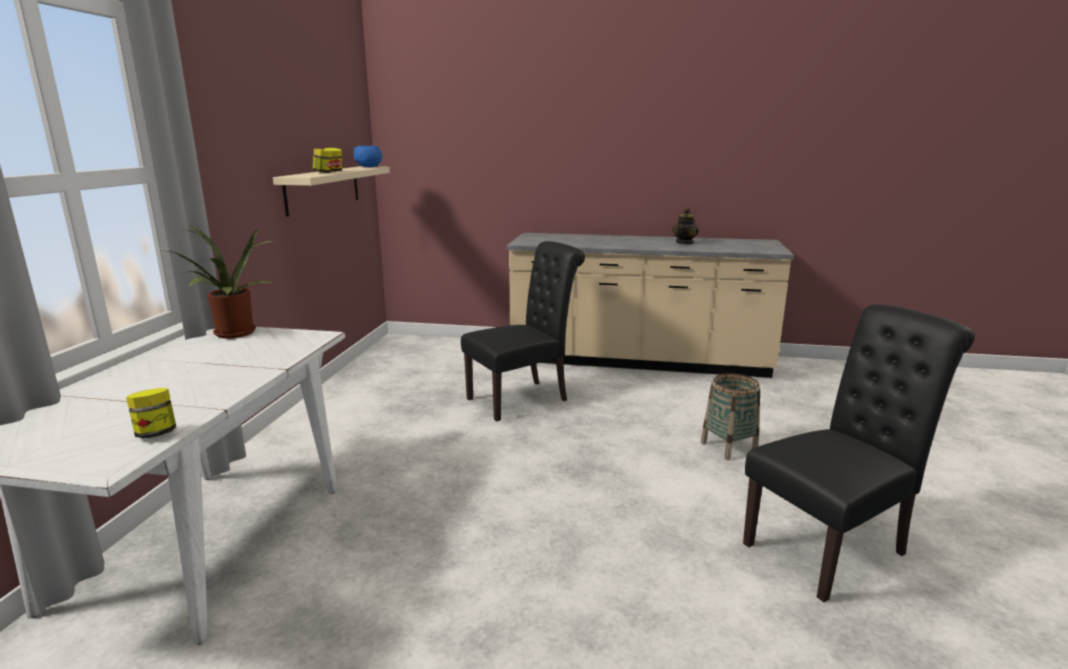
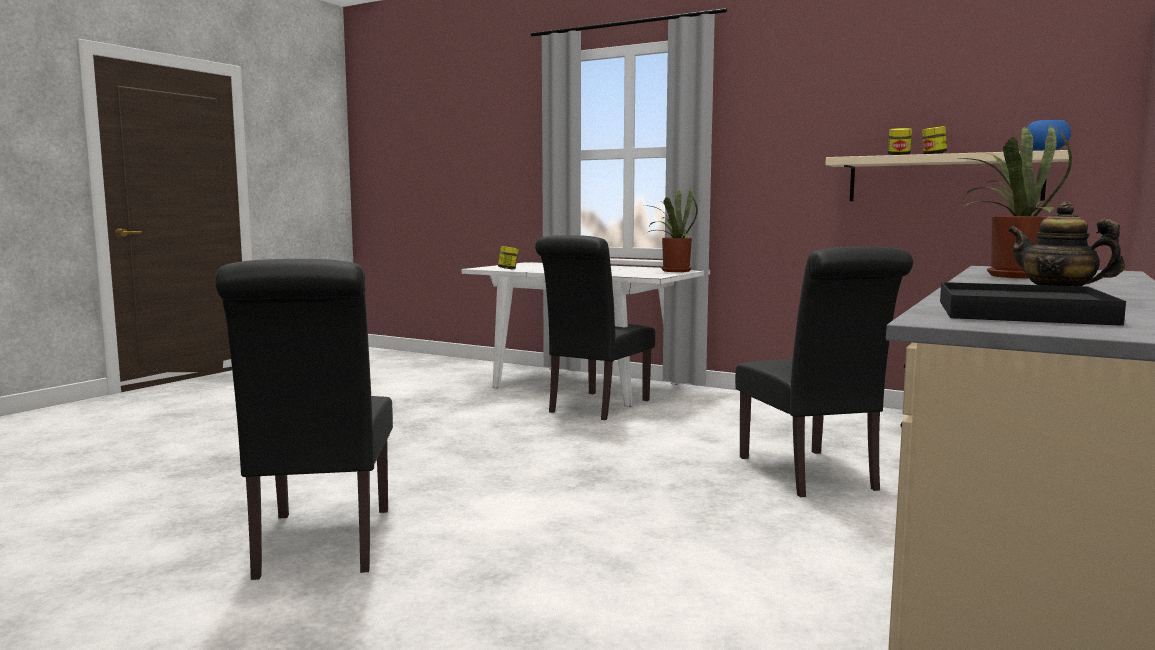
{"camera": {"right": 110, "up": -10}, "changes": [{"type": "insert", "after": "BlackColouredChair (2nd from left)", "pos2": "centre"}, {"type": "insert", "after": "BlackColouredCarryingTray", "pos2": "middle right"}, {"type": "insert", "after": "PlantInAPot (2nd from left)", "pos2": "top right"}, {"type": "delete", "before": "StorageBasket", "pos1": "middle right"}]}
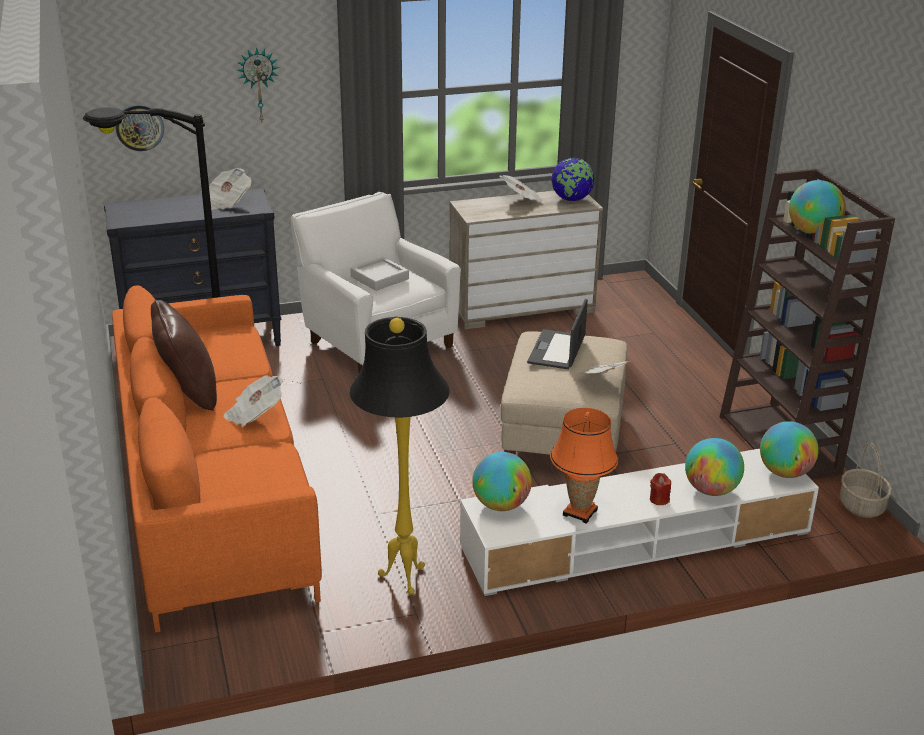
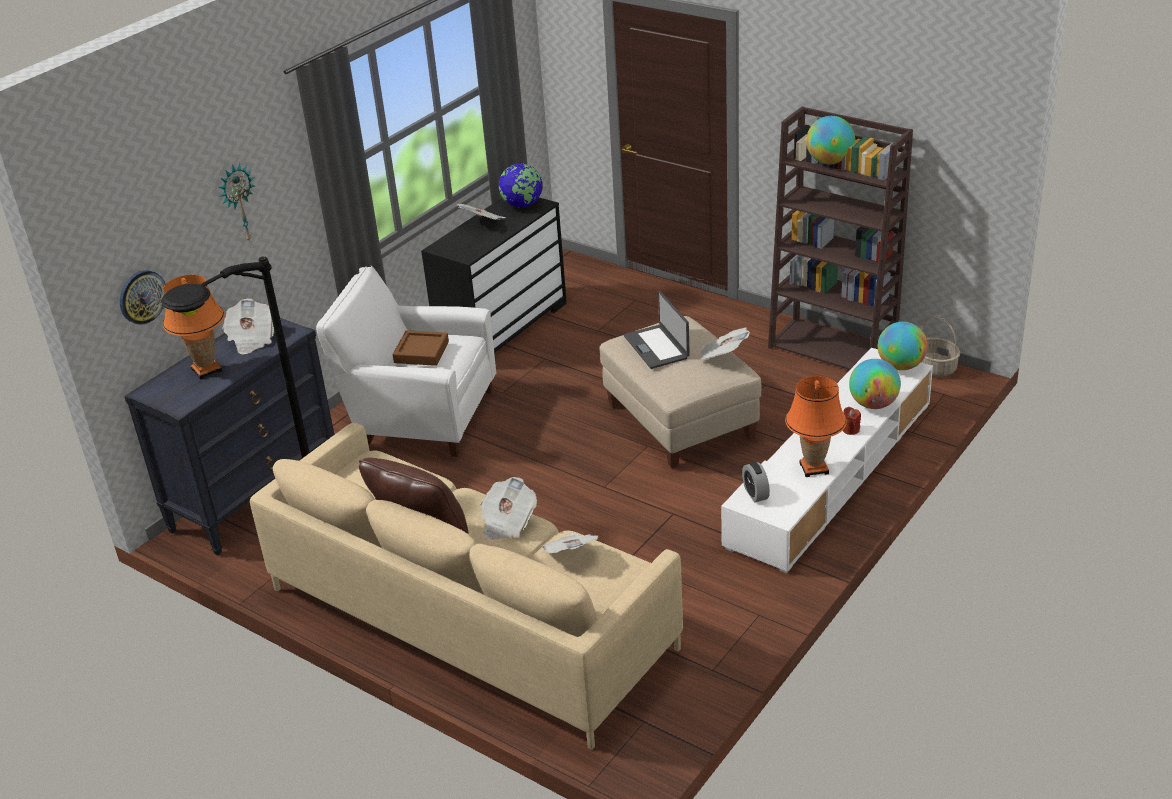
{"camera": {"right": -35, "up": 5}, "changes": [{"type": "insert", "after": "OrangeyLampForATable (1st from left)", "pos2": "middle left"}, {"type": "recolor", "before": "OrangeySettee", "after": "SandColouredSettee", "pos1": "middle left", "pos2": "bottom centre"}, {"type": "recolor", "before": "GreyishCarryingTray", "after": "BrownishCarryingTray", "pos1": "centre", "pos2": "centre"}, {"type": "recolor", "before": "SandColouredDresser", "after": "BlackColouredDresser (2nd from left)", "pos1": "centre", "pos2": "centre"}, {"type": "insert", "after": "PrintedPaper (4th from left)", "pos2": "bottom centre"}, {"type": "replace", "before": "DeskGlobe (1st from left)", "after": "AlarmClock", "pos1": "centre", "pos2": "centre"}, {"type": "delete", "before": "BlackColouredStandingLamp (2nd from left)", "pos1": "centre"}]}
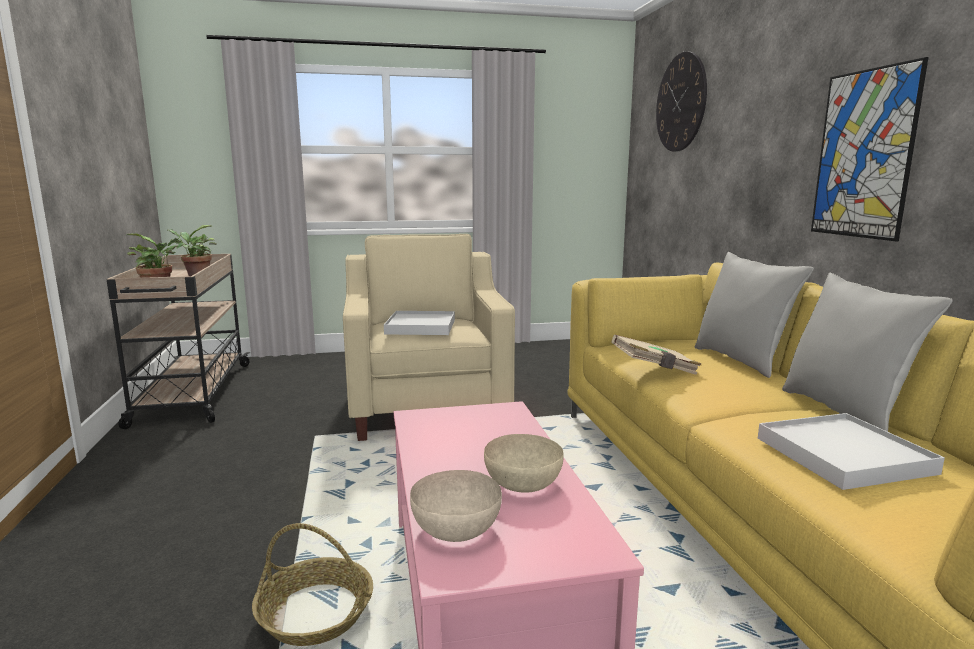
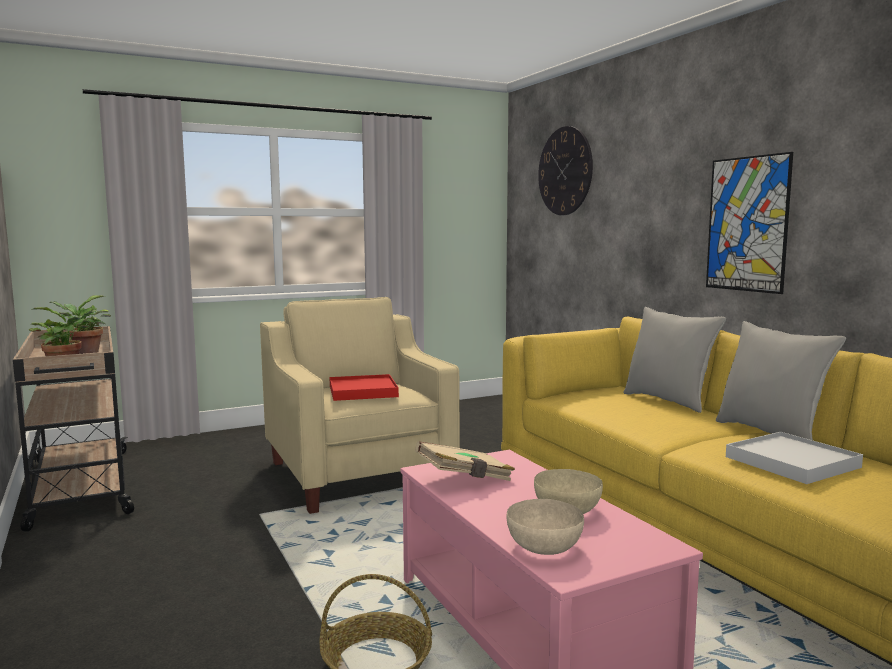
{"camera": {"right": -15, "up": -5}, "changes": [{"type": "recolor", "before": "WhitishCarryingTray (1st from left)", "after": "RedCarryingTray", "pos1": "centre", "pos2": "centre"}, {"type": "move", "before": "SandColouredBoundBook", "pos1": "middle right", "pos2": "bottom centre"}]}
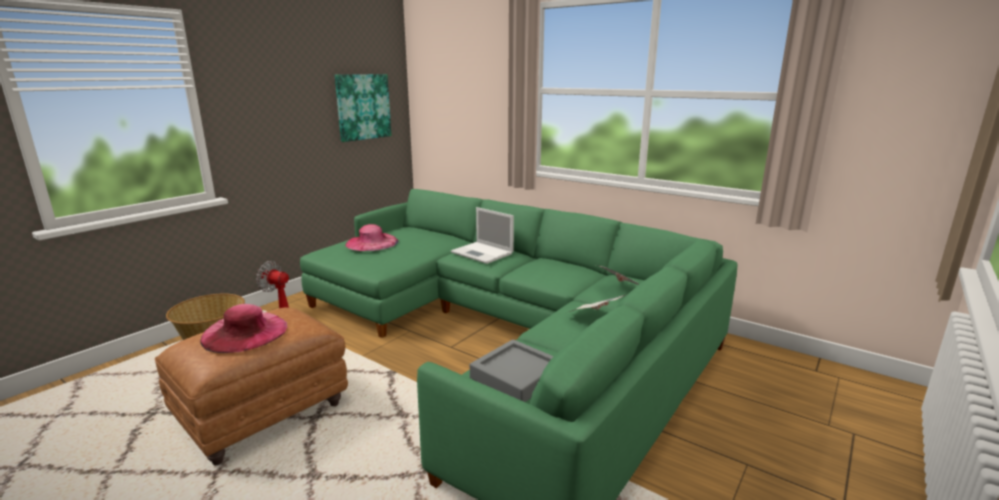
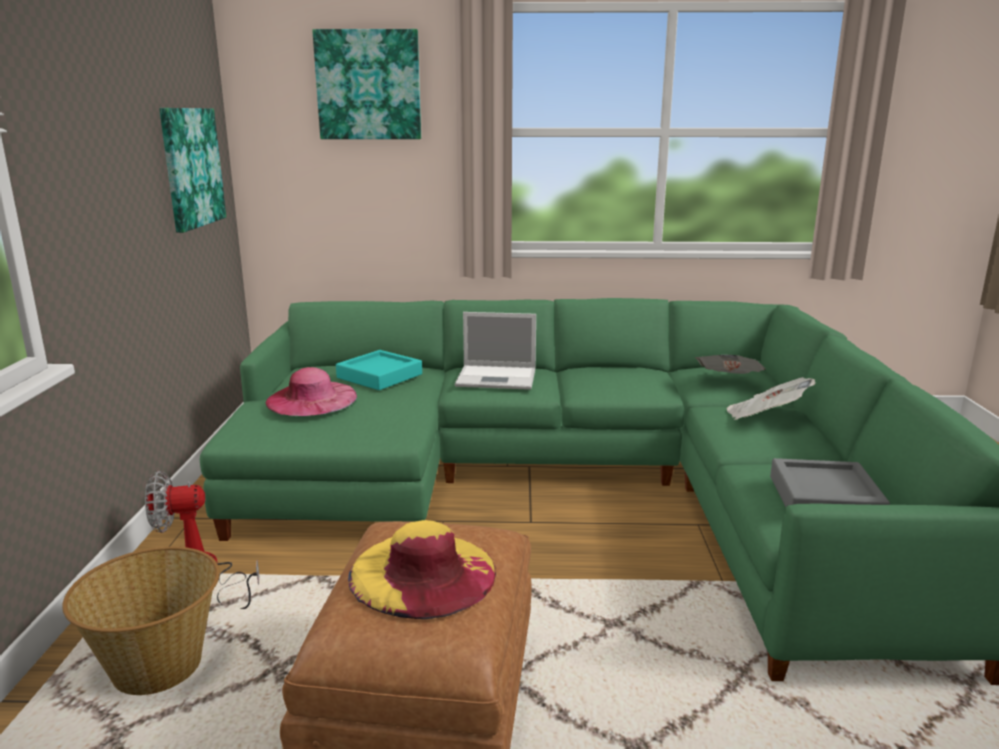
{"camera": {"right": -35, "up": 0}, "changes": [{"type": "insert", "after": "WallPicture (2nd from left)", "pos2": "top centre"}, {"type": "insert", "after": "TurquoiseCarryingTray", "pos2": "centre"}, {"type": "recolor", "before": "PinkWearableHat (1st from left)", "after": "YellowColouredWearableHat", "pos1": "middle left", "pos2": "bottom centre"}]}
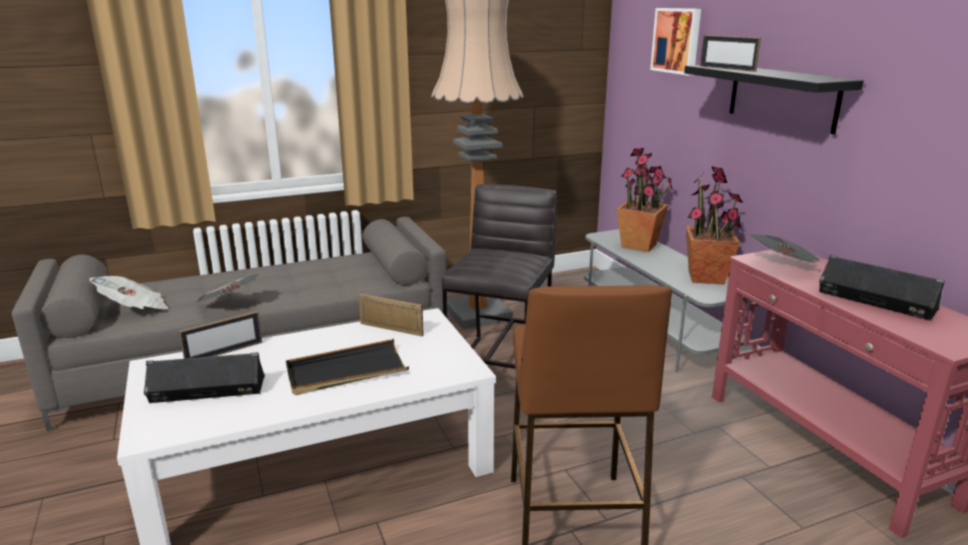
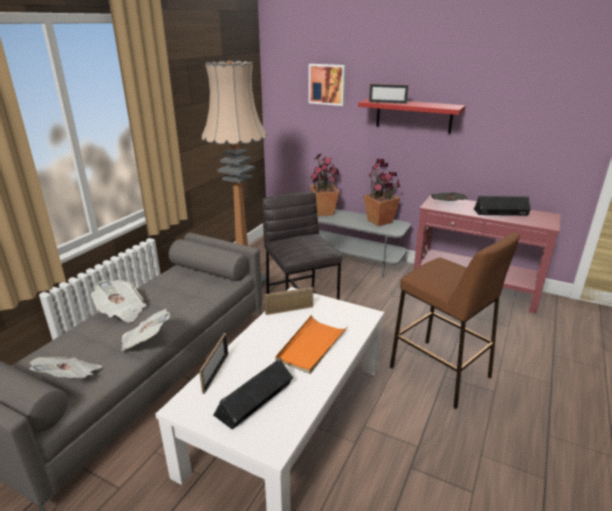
{"camera": {"right": -40, "up": 5}, "changes": [{"type": "insert", "after": "PrintedPaper (2nd from left)", "pos2": "middle left"}, {"type": "recolor", "before": "BlackColouredCarryingTray", "after": "OrangeyCarryingTray", "pos1": "bottom centre", "pos2": "bottom centre"}, {"type": "recolor", "before": "BlackColouredBracketShelf", "after": "RedBracketShelf", "pos1": "top right", "pos2": "top right"}]}
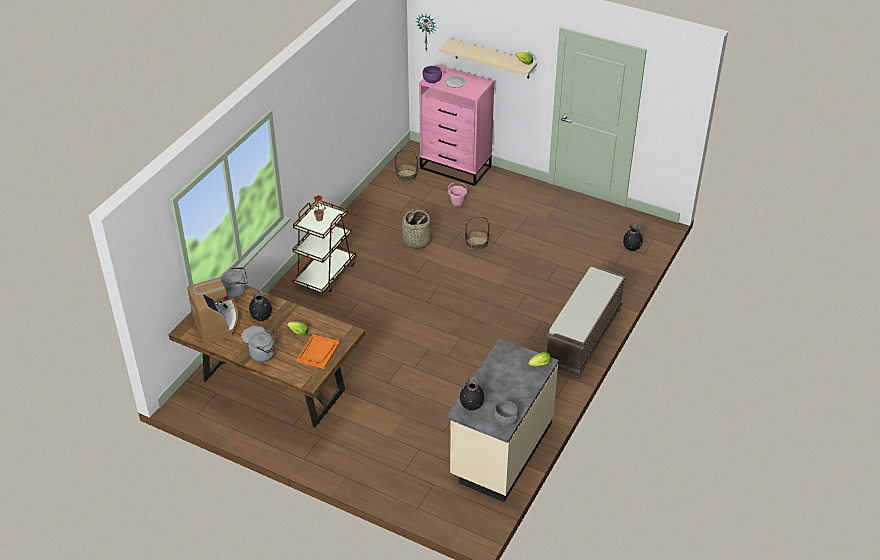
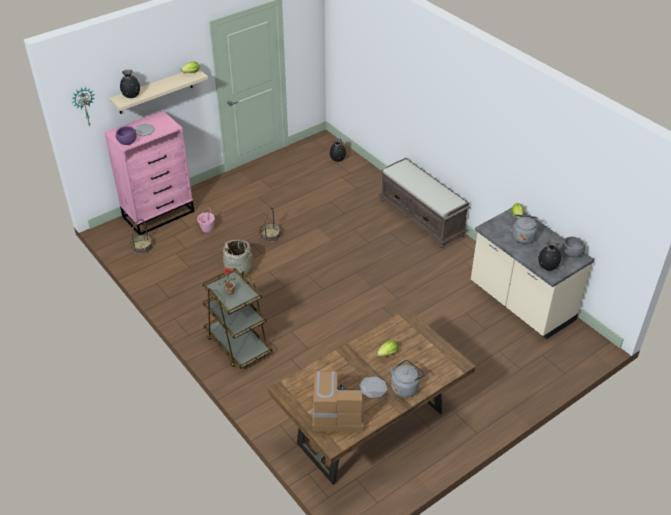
{"camera": {"right": -65, "up": 0}, "changes": [{"type": "move", "before": "BlackColouredDecorativeVase (1st from left)", "pos1": "middle left", "pos2": "top left"}, {"type": "move", "before": "GreyishKettle (1st from left in the first image)", "after": "GreyishKettle (2nd from left)", "pos1": "middle left", "pos2": "middle right"}, {"type": "delete", "before": "OrangeyCarryingTray", "pos1": "centre"}]}
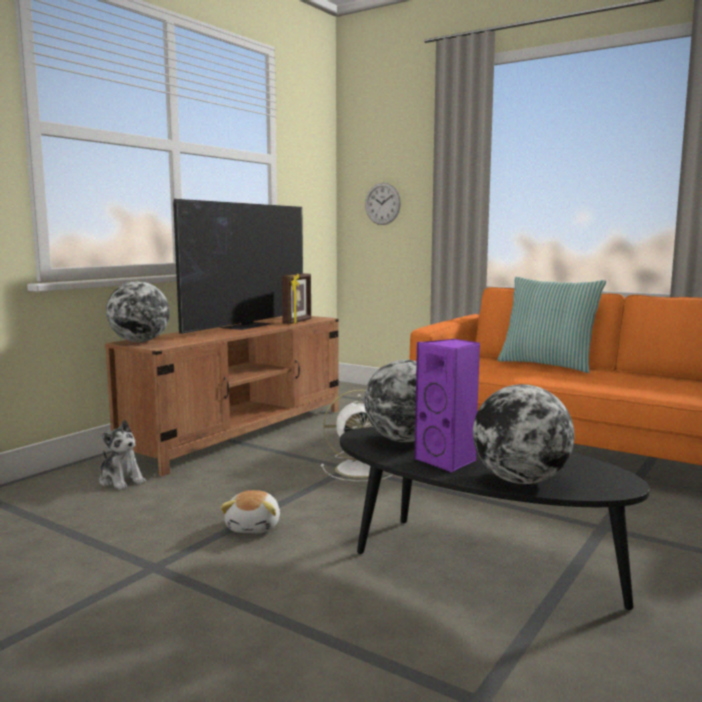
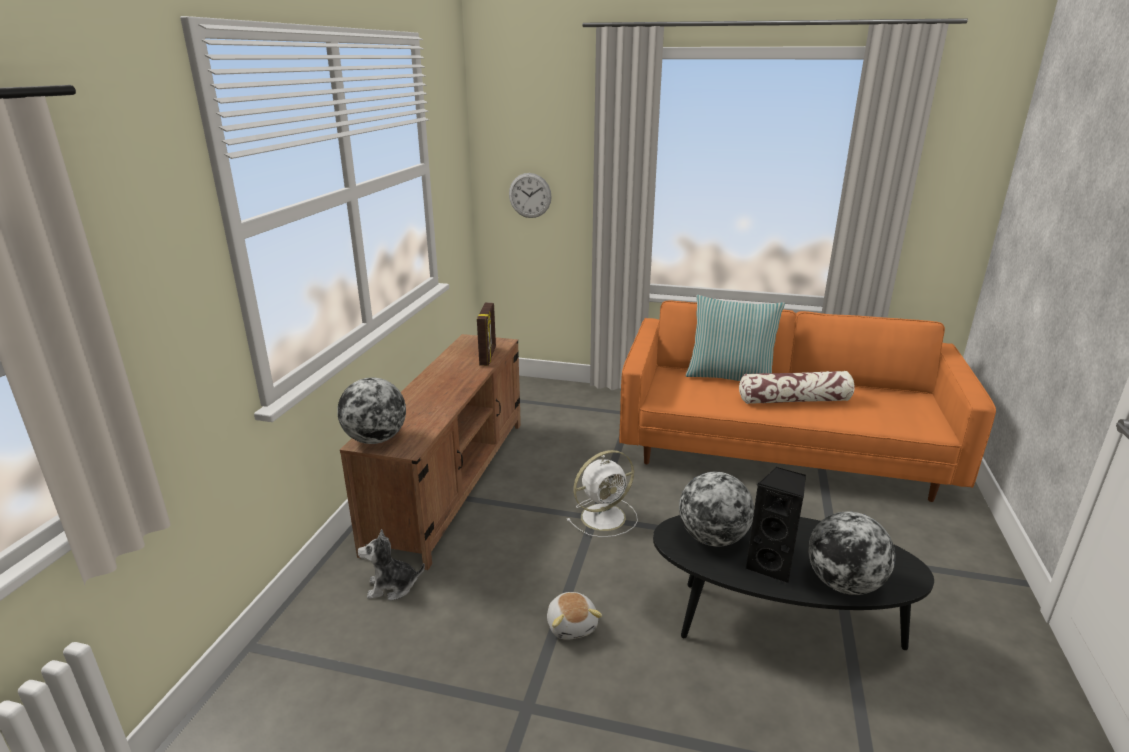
{"camera": {"right": -20, "up": 15}, "changes": [{"type": "rotate", "before": "CuddlyToy (1st from left)", "pos1": "middle left", "pos2": "bottom centre", "turn": 150}, {"type": "insert", "after": "Pillow (2nd from left)", "pos2": "middle right"}, {"type": "recolor", "before": "PurplishSpeaker", "after": "BlackColouredSpeaker", "pos1": "centre", "pos2": "bottom right"}, {"type": "delete", "before": "Television", "pos1": "centre"}]}
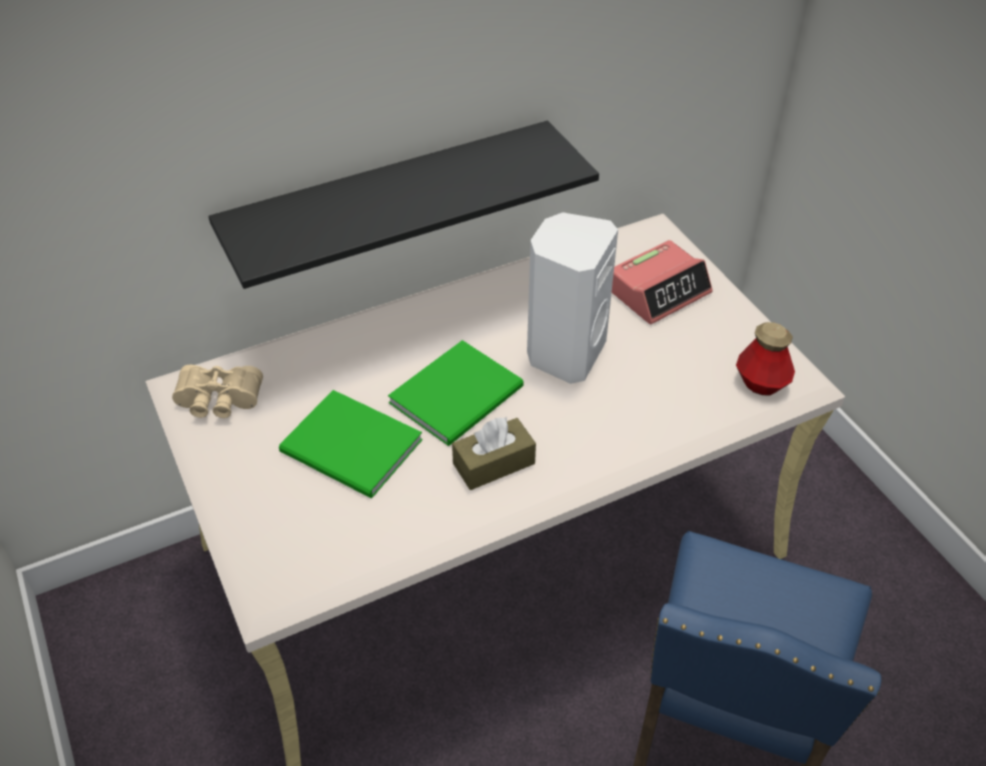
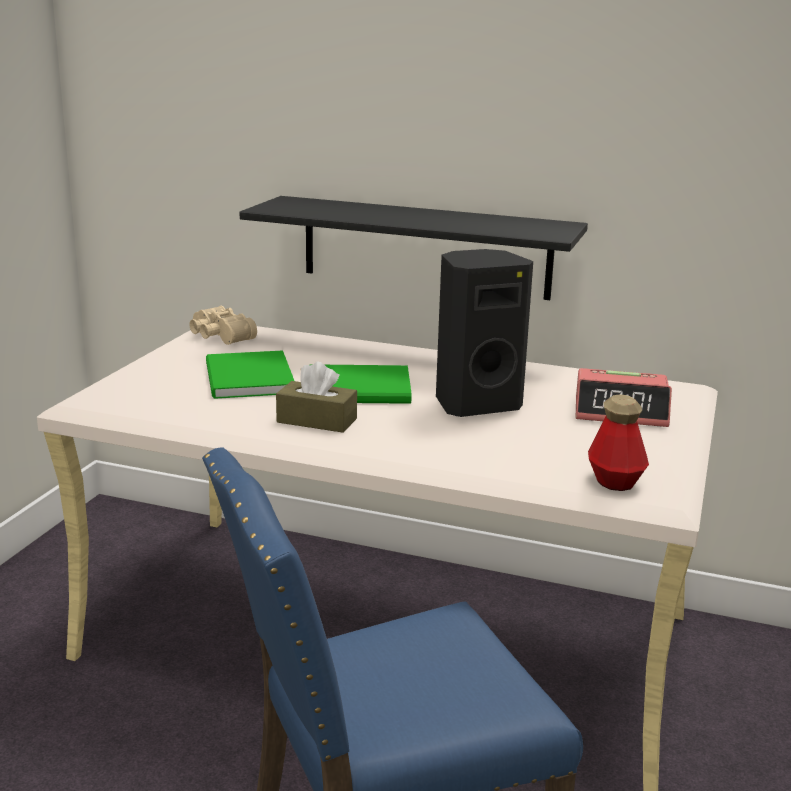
{"camera": {"right": 45, "up": -25}, "changes": [{"type": "recolor", "before": "WhitishSpeaker", "after": "BlackColouredSpeaker", "pos1": "centre", "pos2": "centre"}]}
